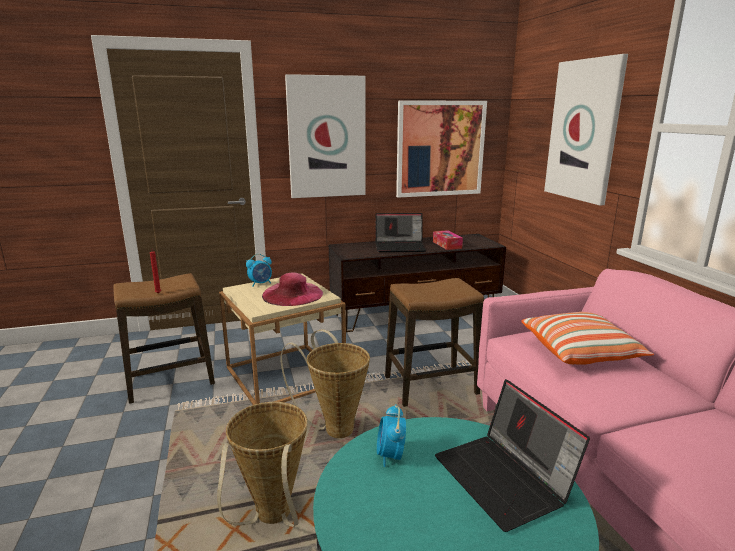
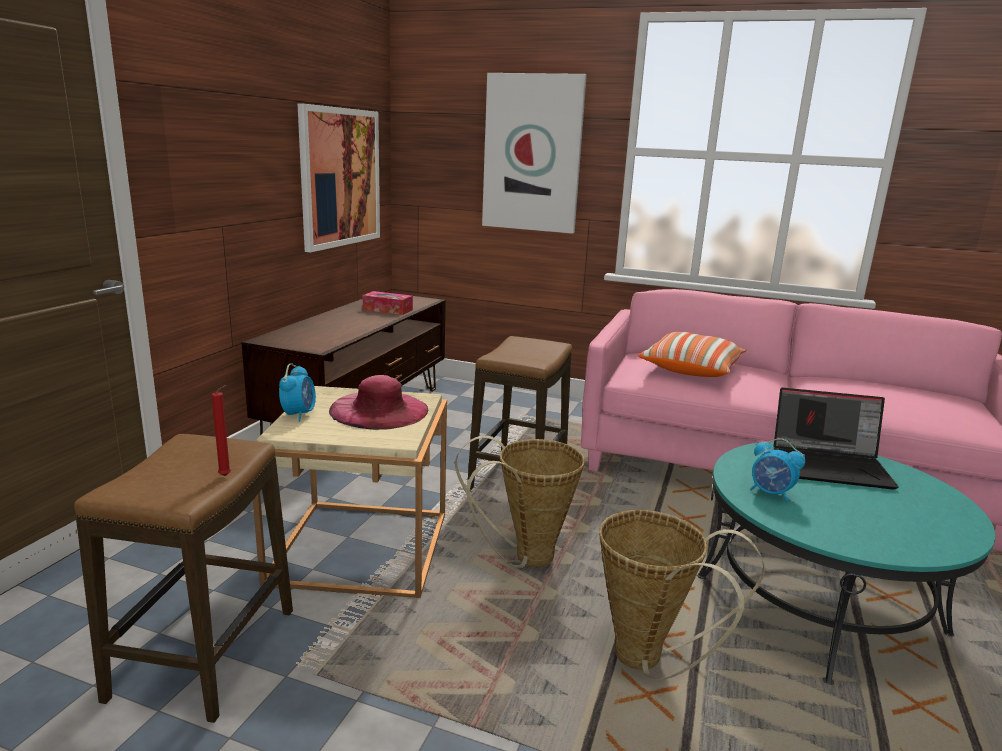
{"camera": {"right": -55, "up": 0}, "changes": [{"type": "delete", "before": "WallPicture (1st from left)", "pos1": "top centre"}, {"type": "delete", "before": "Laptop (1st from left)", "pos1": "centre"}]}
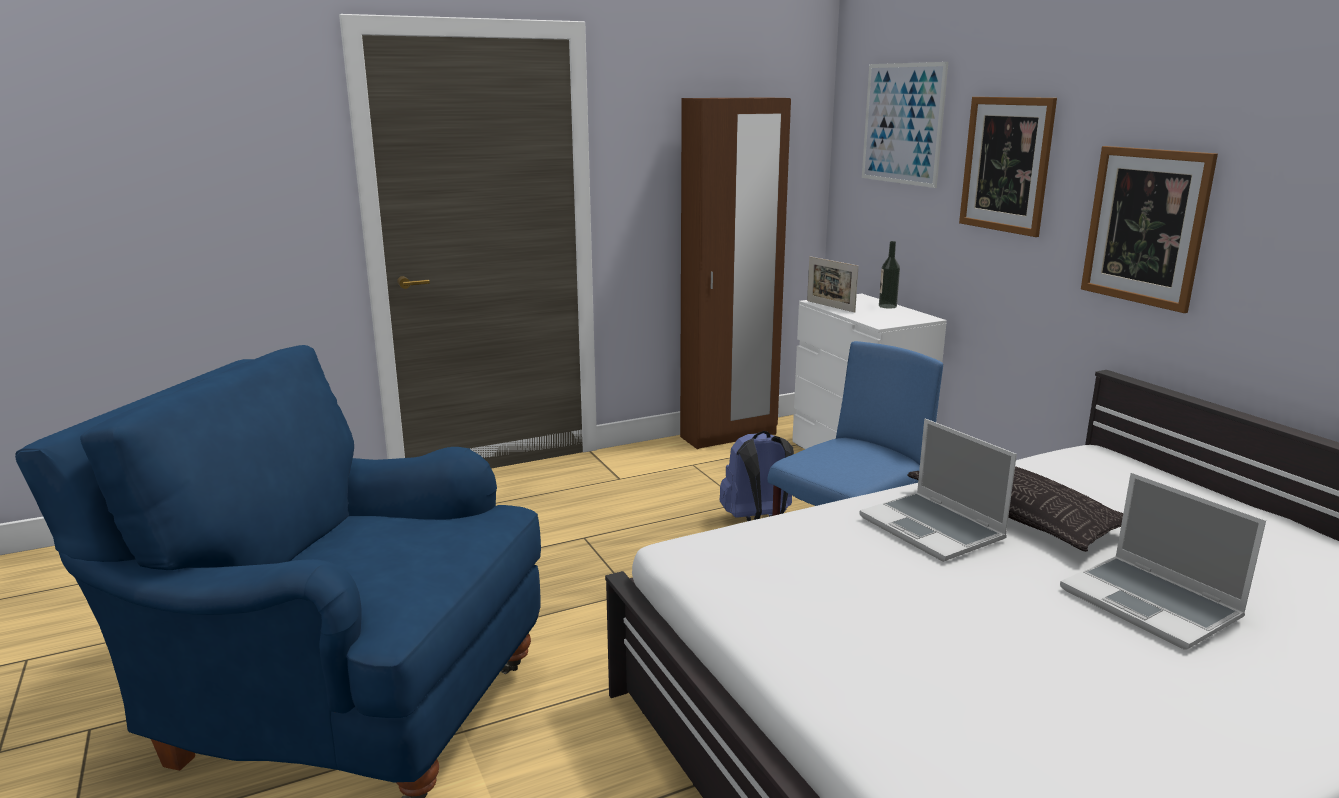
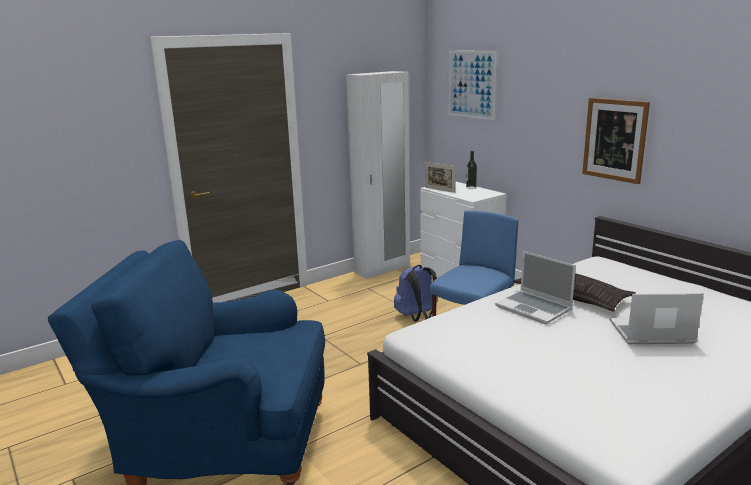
{"camera": {"right": -10, "up": 0}, "changes": [{"type": "recolor", "before": "BrownishWardrobe", "after": "WhitishWardrobe", "pos1": "centre", "pos2": "centre"}, {"type": "rotate", "before": "Laptop (2nd from left)", "pos1": "bottom right", "pos2": "middle right", "turn": 135}, {"type": "delete", "before": "WallPicture (2nd from left)", "pos1": "top right"}]}
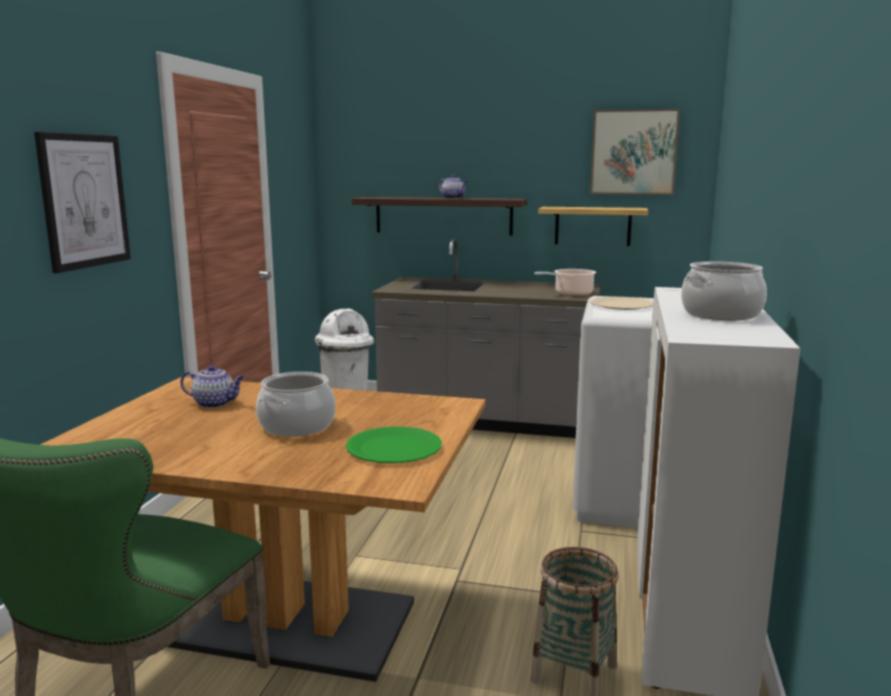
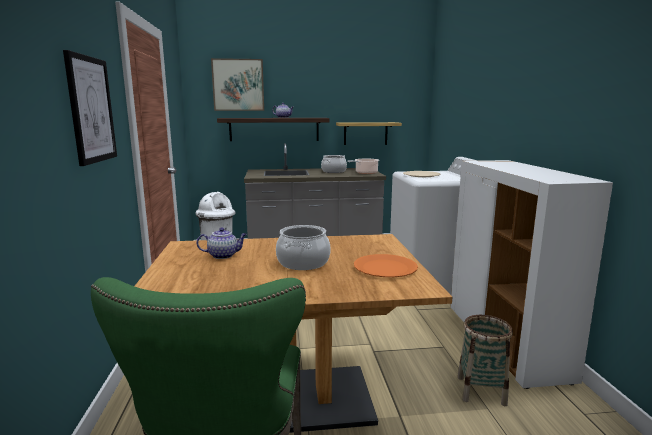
{"camera": {"right": -20, "up": 0}, "changes": [{"type": "move", "before": "WallPicture (2nd from left)", "pos1": "top right", "pos2": "top centre"}, {"type": "move", "before": "Saucepot (3rd from left in the first image)", "after": "Saucepot (2nd from left)", "pos1": "middle right", "pos2": "centre"}, {"type": "recolor", "before": "GreenishFlatDish", "after": "OrangeyFlatDish", "pos1": "centre", "pos2": "centre"}]}
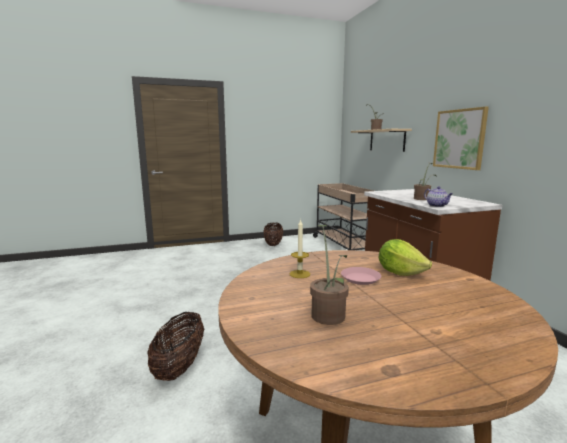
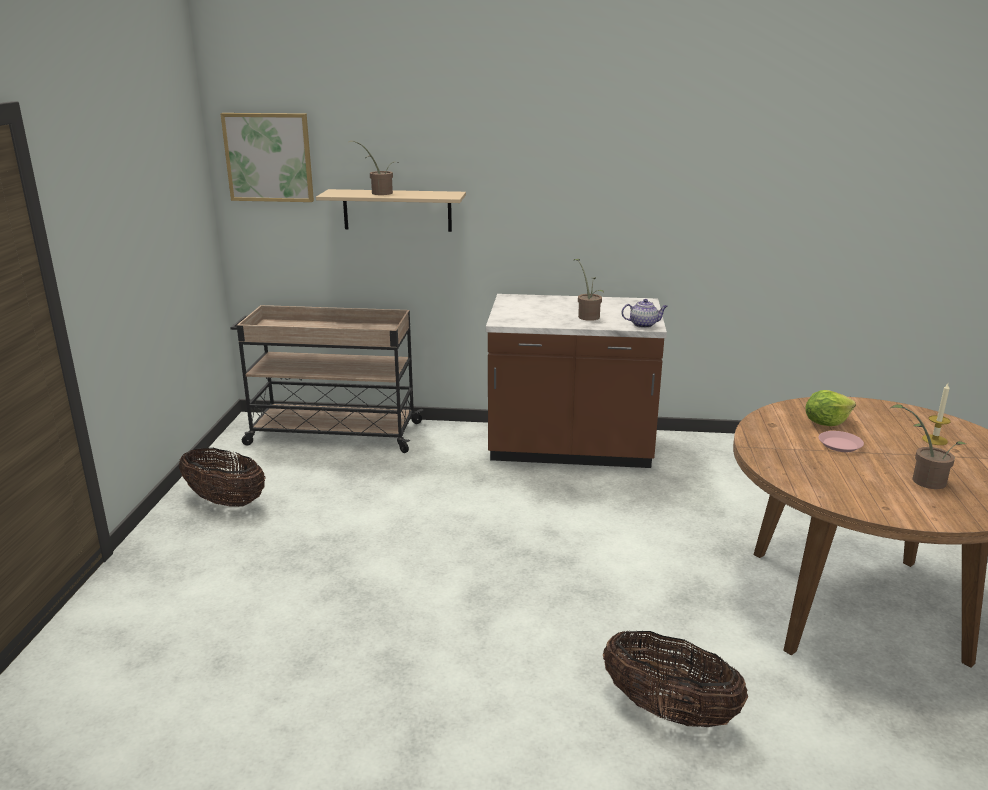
{"camera": {"right": -65, "up": 10}, "changes": [{"type": "move", "before": "WallPicture", "pos1": "top right", "pos2": "top left"}, {"type": "move", "before": "WaxLight", "pos1": "centre", "pos2": "middle right"}]}
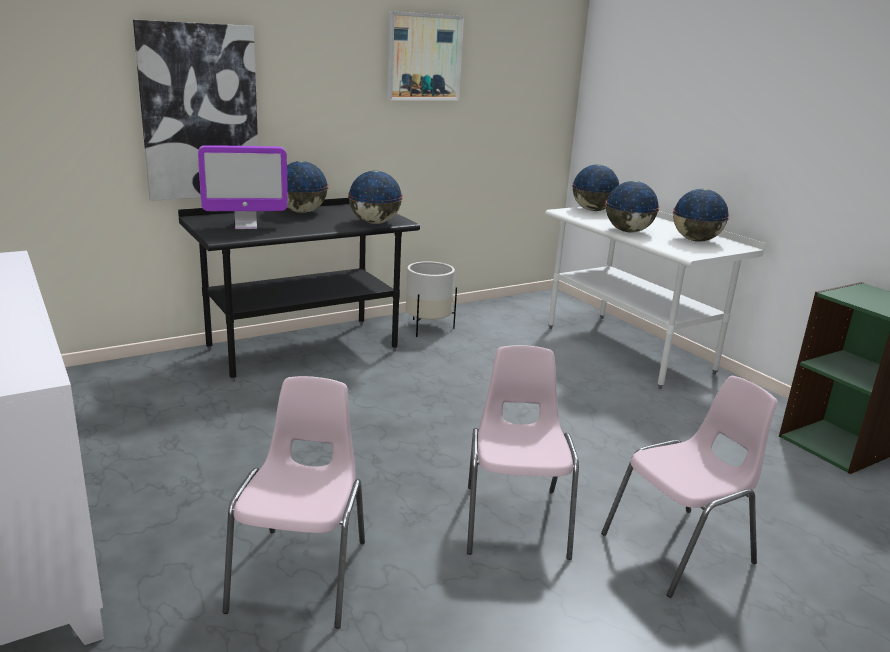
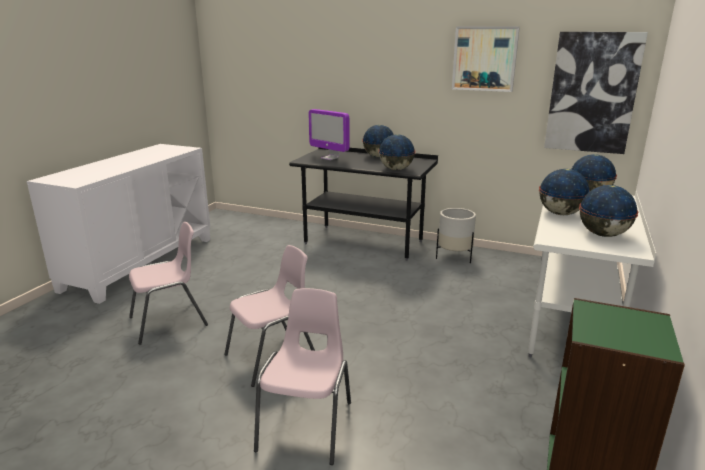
{"camera": {"right": 55, "up": 0}, "changes": [{"type": "rotate", "before": "PinkChair (3rd from left)", "pos1": "bottom right", "pos2": "bottom centre", "turn": -105}, {"type": "move", "before": "WallPicture (1st from left in the first image)", "after": "WallPicture (2nd from left)", "pos1": "top left", "pos2": "top right"}]}
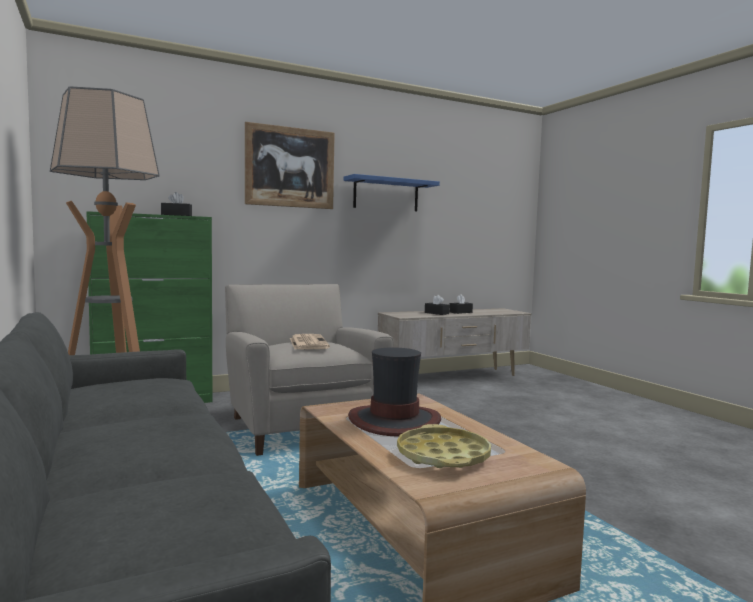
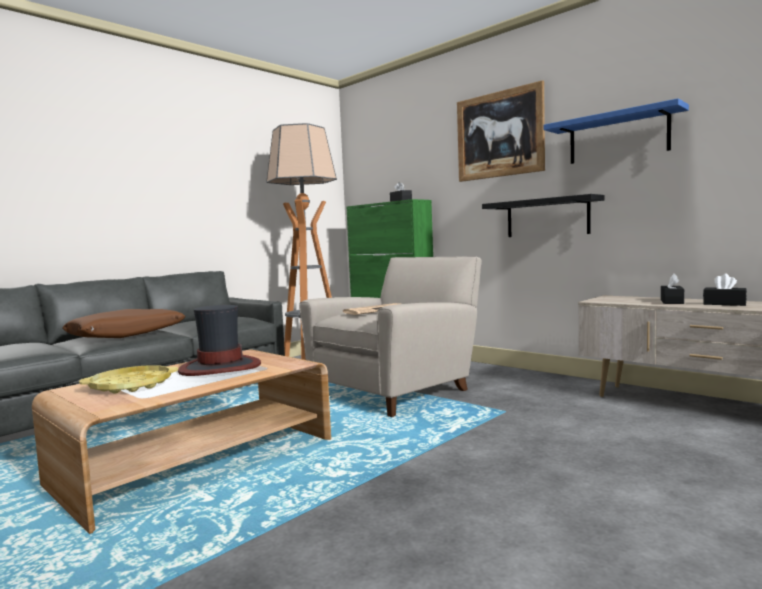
{"camera": {"right": 70, "up": 0}, "changes": [{"type": "insert", "after": "BrownishPillow", "pos2": "middle left"}, {"type": "insert", "after": "BlackColouredBracketShelf", "pos2": "middle right"}]}
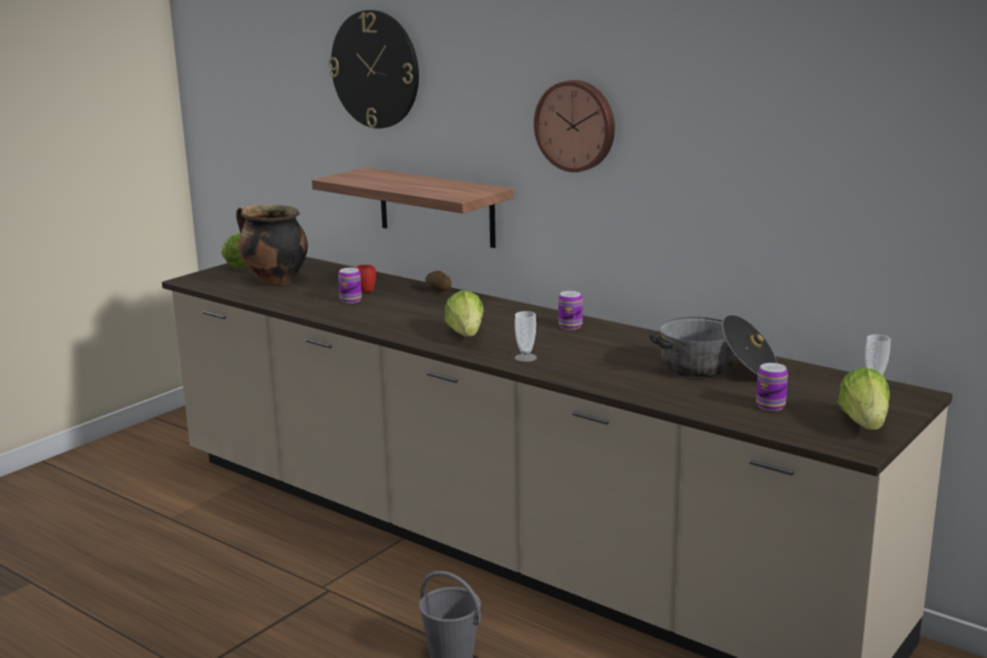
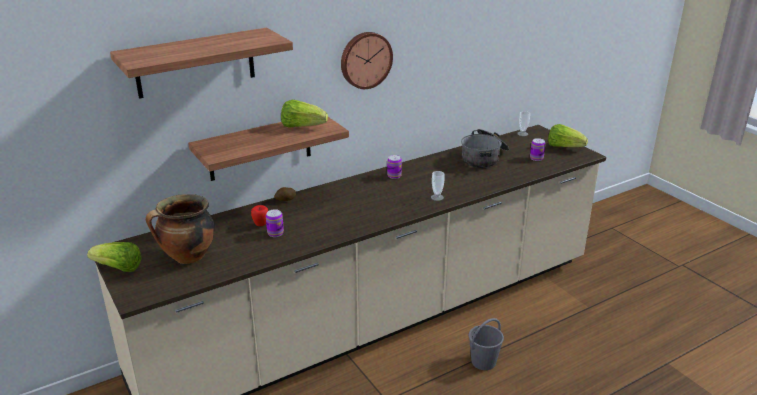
{"camera": {"right": -70, "up": 10}, "changes": [{"type": "replace", "before": "ClockOnTheWall (1st from left)", "after": "BracketShelf (1st from left)", "pos1": "top centre", "pos2": "top left"}, {"type": "move", "before": "LettuceHead (2nd from left)", "pos1": "centre", "pos2": "top centre"}]}
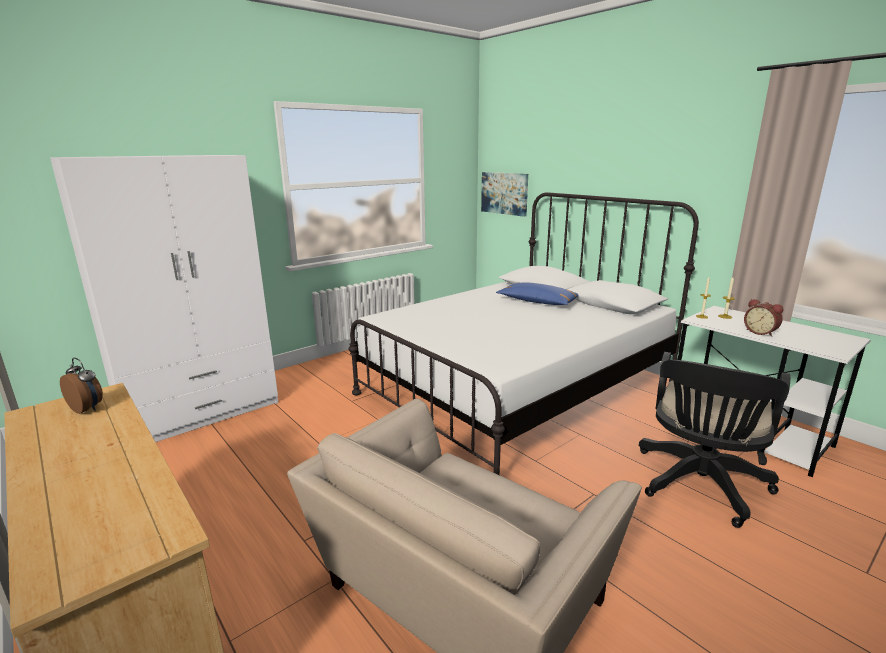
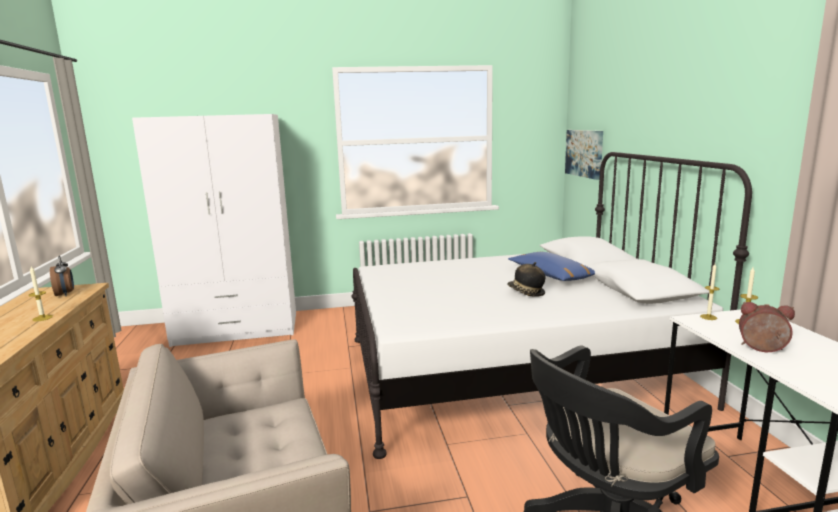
{"camera": {"right": 30, "up": -5}, "changes": [{"type": "insert", "after": "WaxLight (1st from left)", "pos2": "middle left"}, {"type": "insert", "after": "WearableHat", "pos2": "centre"}, {"type": "rotate", "before": "AlarmClock (2nd from left)", "pos1": "middle right", "pos2": "middle right", "turn": 120}]}
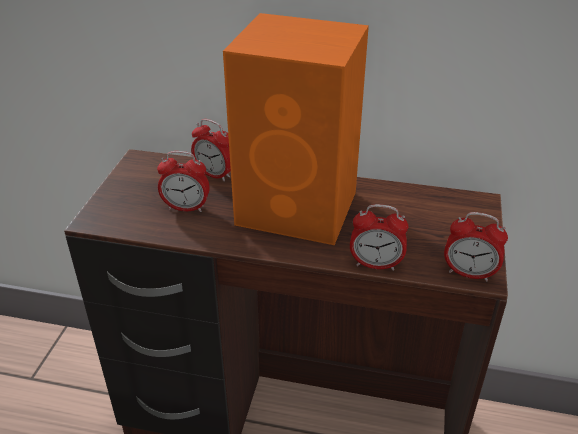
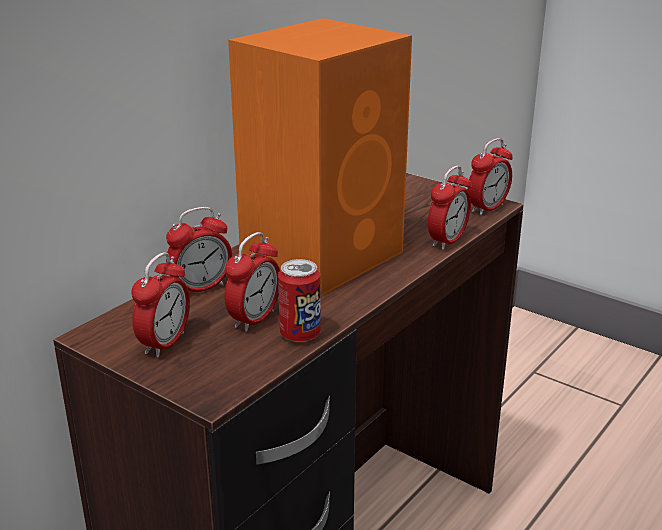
{"camera": {"right": -65, "up": -10}, "changes": [{"type": "insert", "after": "AlarmClock (1st from left)", "pos2": "middle left"}, {"type": "insert", "after": "MetalCan", "pos2": "centre"}]}
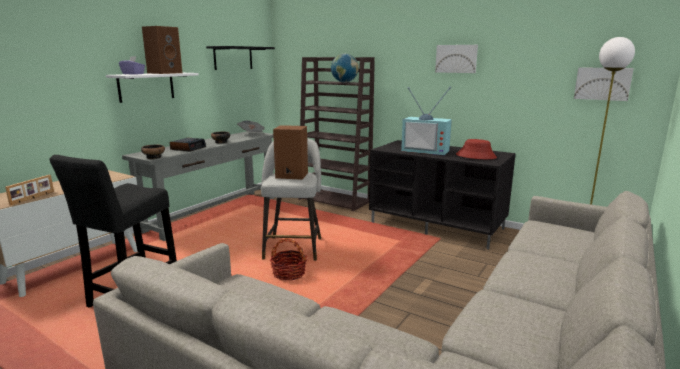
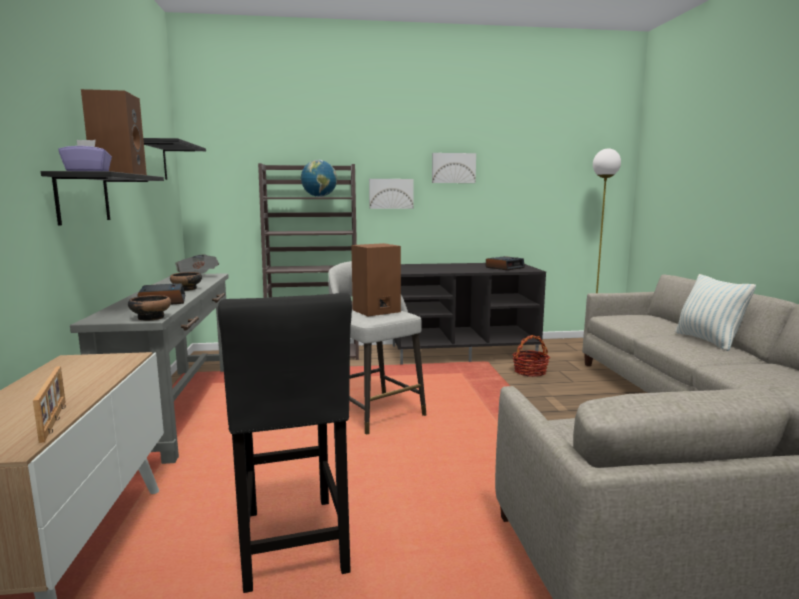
{"camera": {"right": -40, "up": -5}, "changes": [{"type": "recolor", "before": "WhitishBracketShelf", "after": "BlackColouredBracketShelf (1st from left)", "pos1": "top left", "pos2": "top left"}, {"type": "move", "before": "WallPicture (2nd from left in the first image)", "after": "WallPicture (1st from left)", "pos1": "top right", "pos2": "top centre"}, {"type": "replace", "before": "RedWearableHat", "after": "AlarmClock (2nd from left)", "pos1": "middle right", "pos2": "centre"}, {"type": "move", "before": "StorageBasket", "pos1": "bottom centre", "pos2": "centre"}, {"type": "insert", "after": "Pillow", "pos2": "middle right"}, {"type": "delete", "before": "Television", "pos1": "top centre"}]}
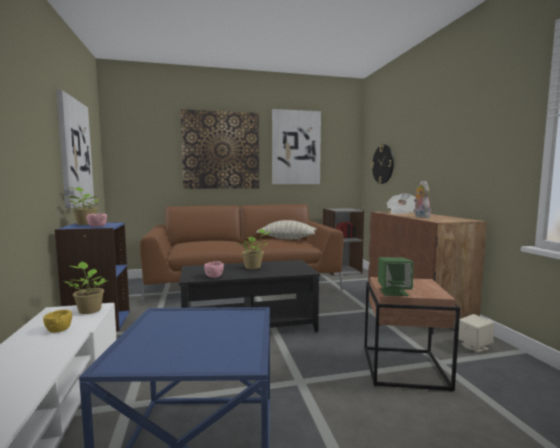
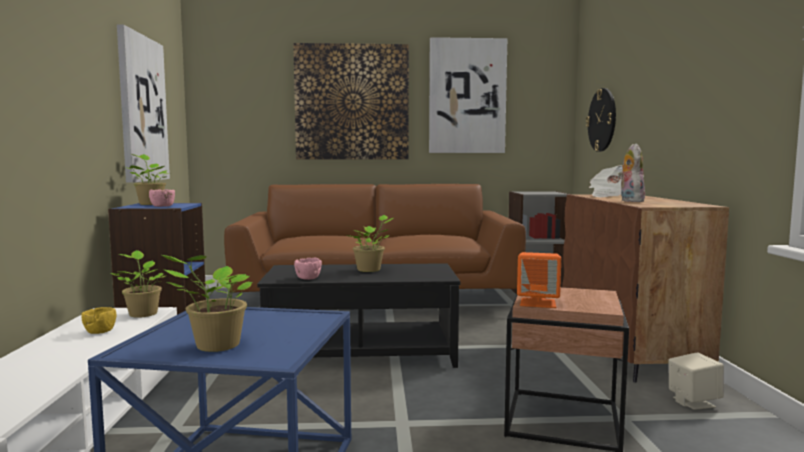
{"camera": {"right": 10, "up": 0}, "changes": [{"type": "insert", "after": "PlantInAPot (3rd from left)", "pos2": "bottom left"}, {"type": "recolor", "before": "GreenishSpeaker", "after": "OrangeySpeaker", "pos1": "middle right", "pos2": "middle right"}, {"type": "delete", "before": "Pillow", "pos1": "centre"}]}
